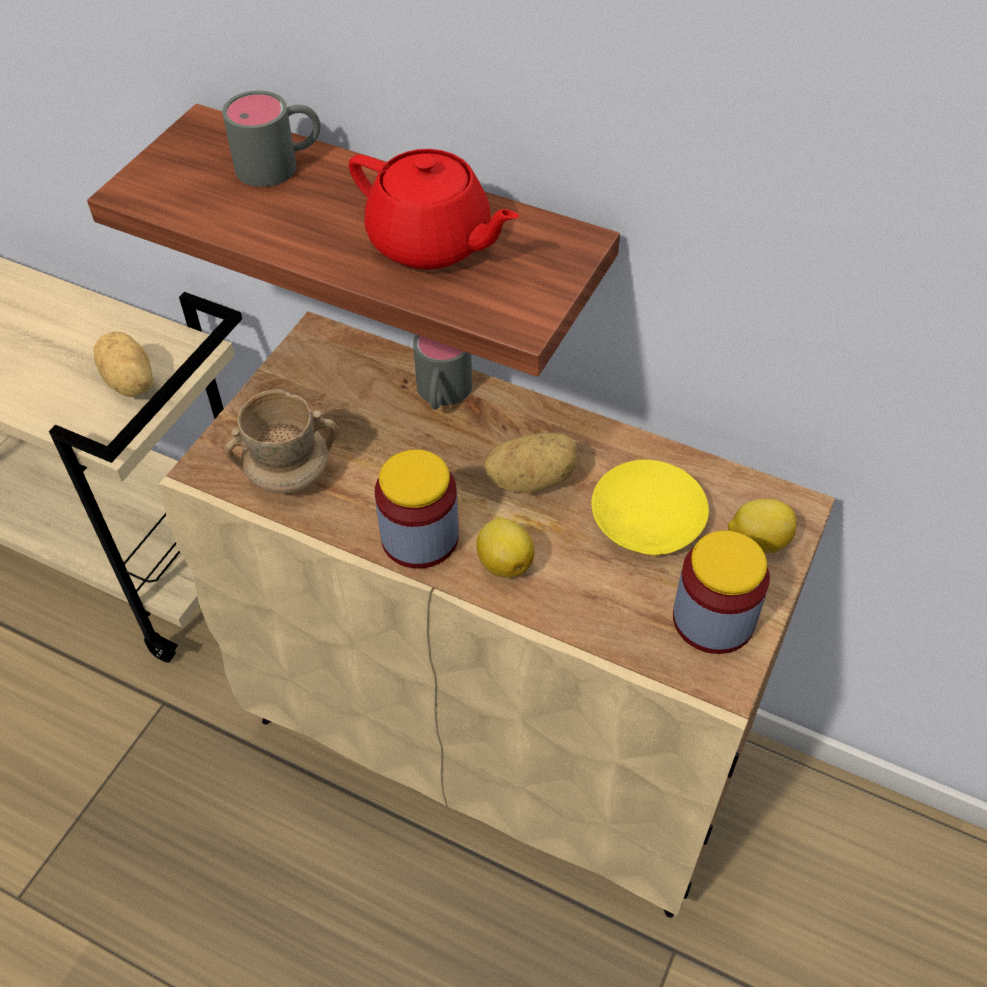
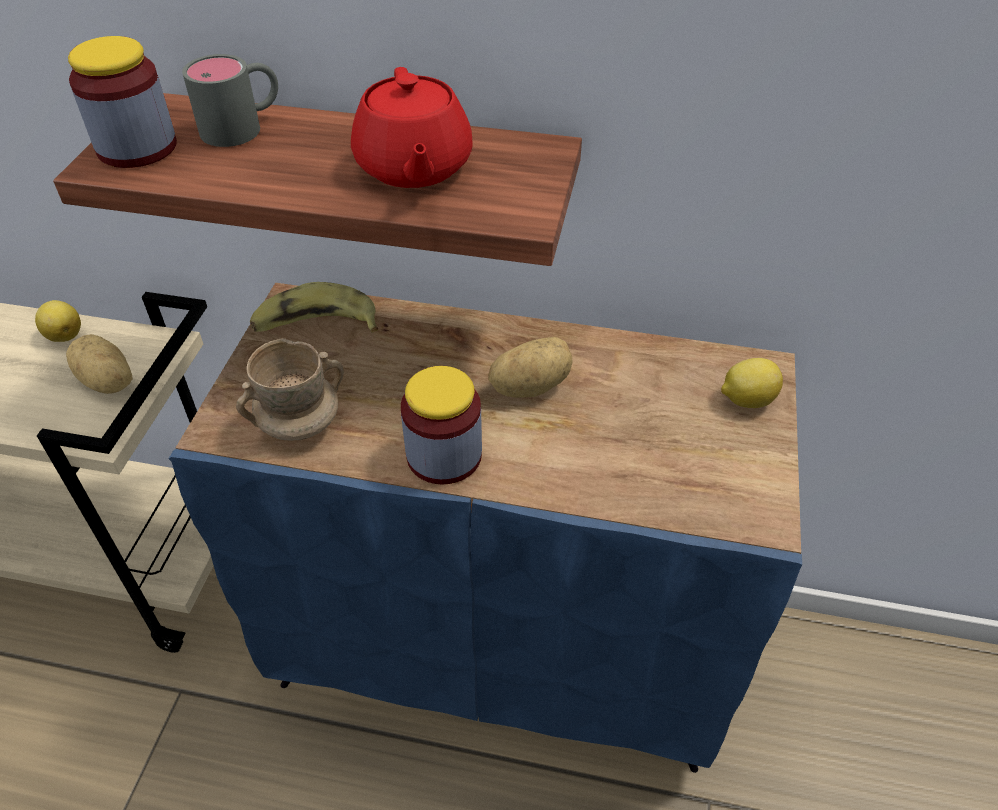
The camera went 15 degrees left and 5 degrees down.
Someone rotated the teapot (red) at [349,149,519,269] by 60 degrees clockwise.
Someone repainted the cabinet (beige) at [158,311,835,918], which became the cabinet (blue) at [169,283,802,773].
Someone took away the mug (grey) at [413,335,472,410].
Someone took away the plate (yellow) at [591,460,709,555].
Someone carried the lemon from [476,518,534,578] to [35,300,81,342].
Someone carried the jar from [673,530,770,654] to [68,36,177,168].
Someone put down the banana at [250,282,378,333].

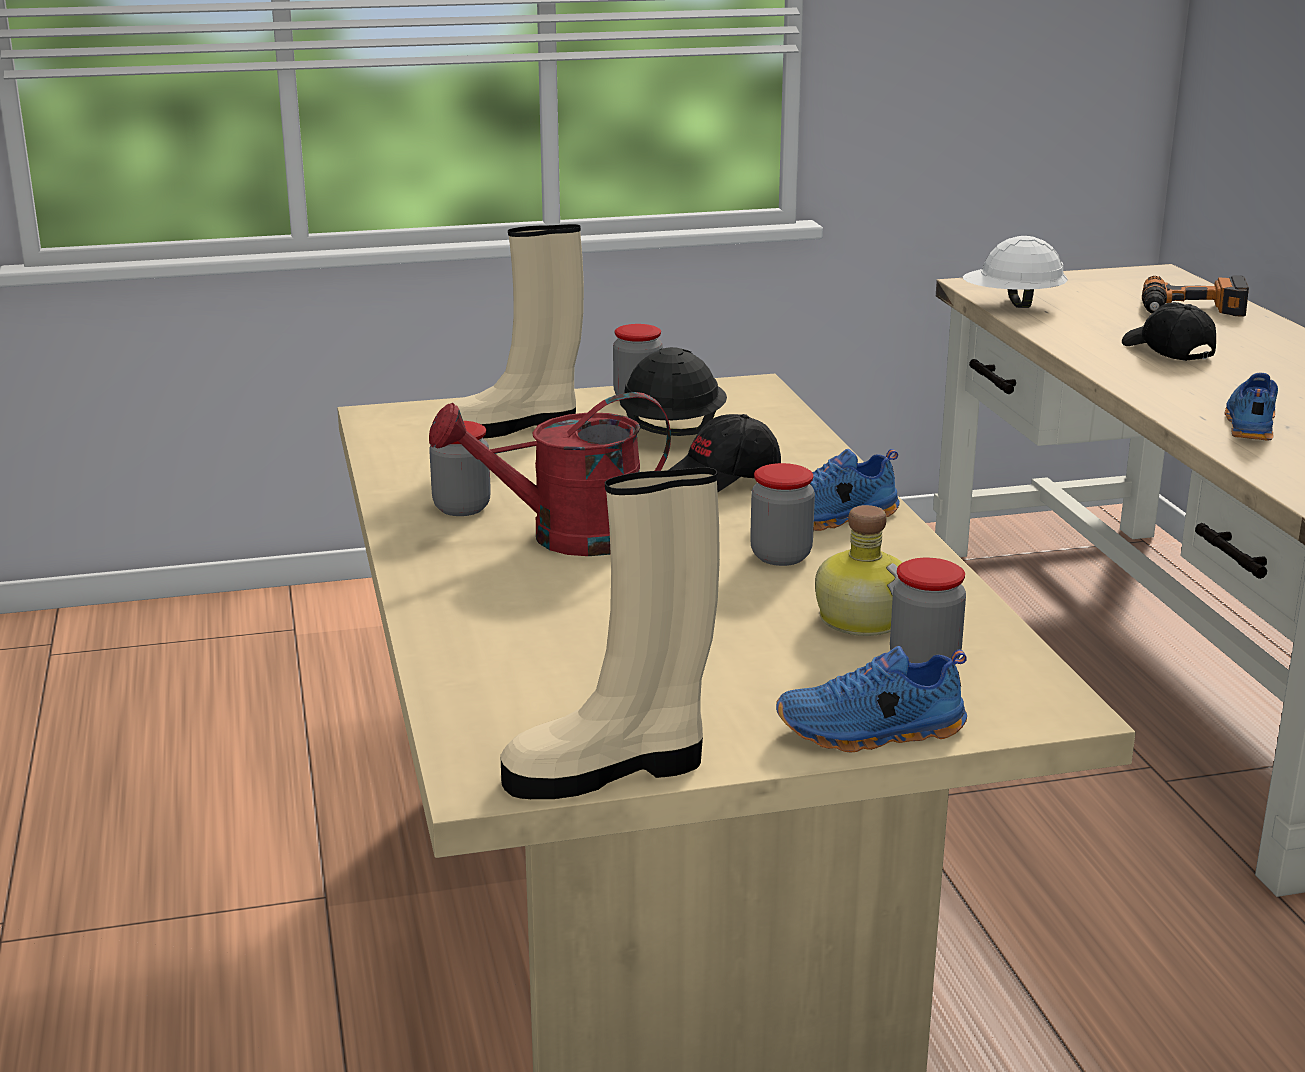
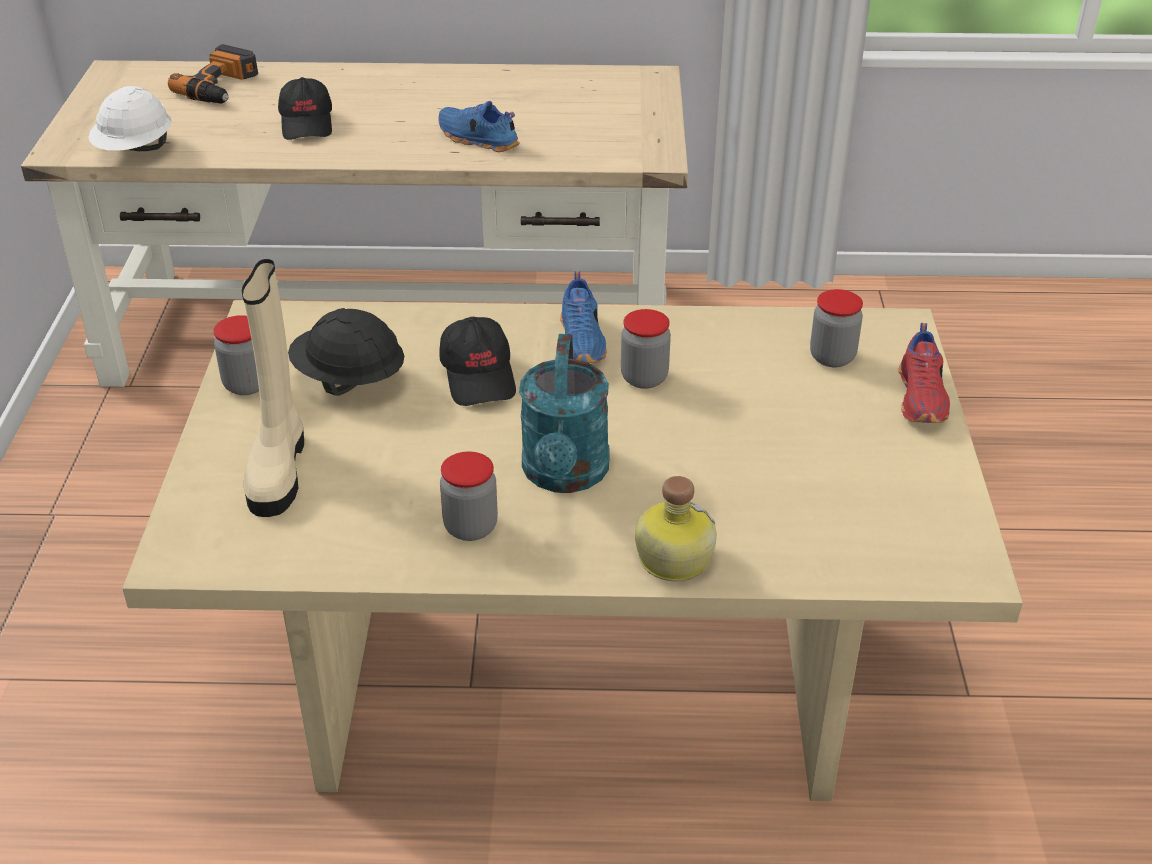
The camera went 75 degrees left and 15 degrees up.
Someone rotated the cap (black) at [1122,302,1216,361] by 90 degrees counterclockwise.
Someone repainted the watering can (red) at [429,392,671,556], which became the watering can (turquoise) at [519,334,609,493].
Someone took away the boot (beige) at [500,467,720,799].
Someone carried the bottle from [815,505,903,636] to [635,476,717,581].
Someone repainted the shoe (blue) at [776,646,967,753], which became the shoe (red) at [899,323,950,423].

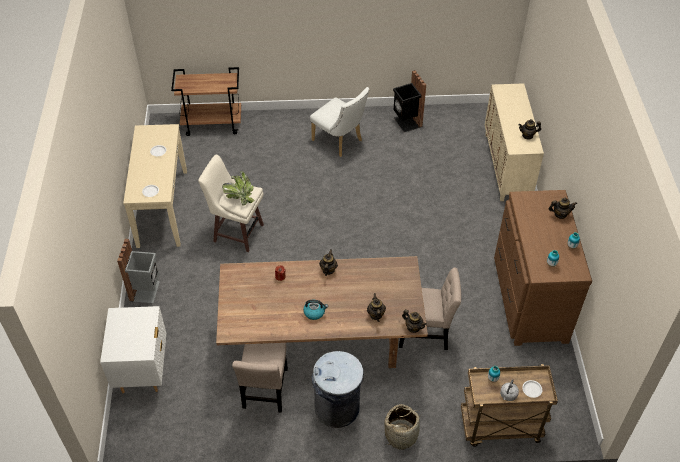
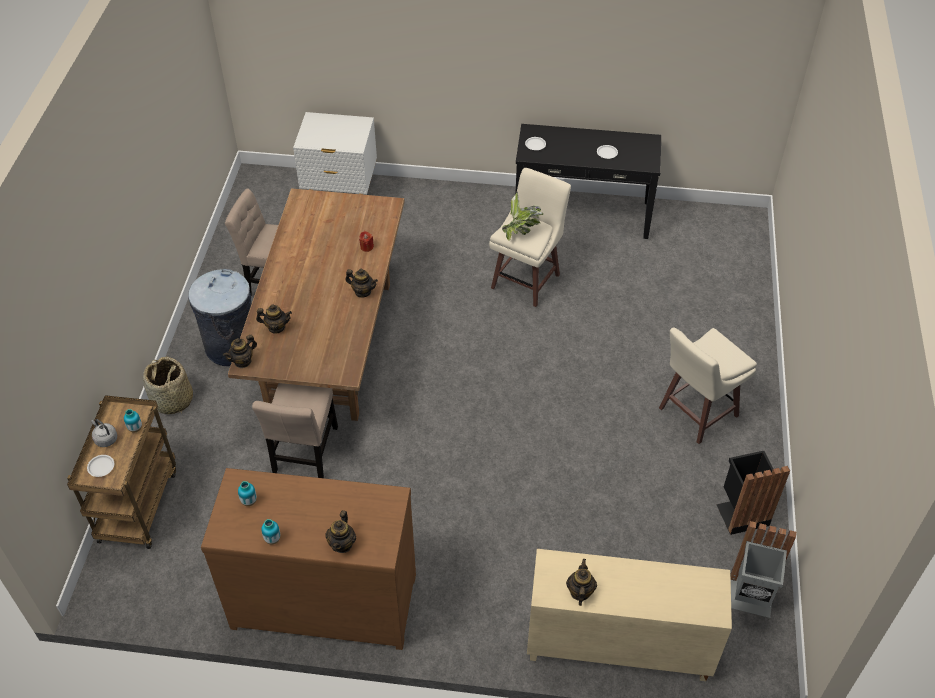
The camera went 100 degrees right and 0 degrees up.
Someone took away the cart (brown) at [171,67,241,136].
Someone swapped the chair (white) at [310,87,370,157] for the stool (beige) at [659,328,757,444].
Someone repainted the console table (beige) at [123,124,187,248], which became the console table (black) at [515,124,661,239].
Someone carried the trash can (grey) from [117,239,160,303] to [730,521,796,618].
Someone took away the kettle at [303,300,328,320].

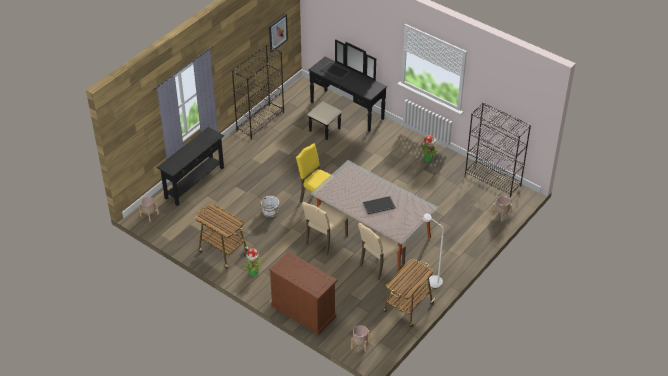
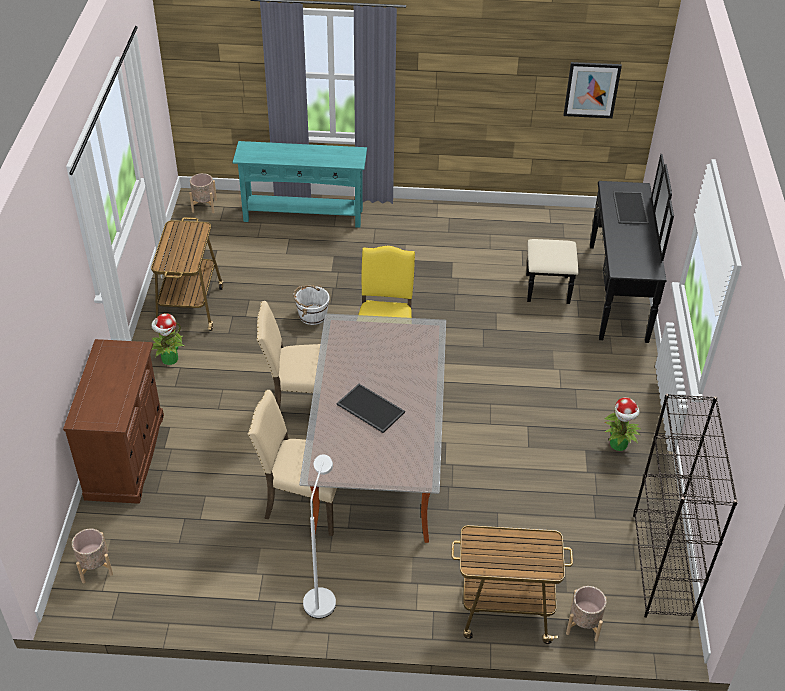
The camera went 55 degrees right and 0 degrees up.
Someone took away the bookcase (black) at [232,44,284,139].
Someone repainted the console table (black) at [157,127,224,206], which became the console table (turquoise) at [232,141,367,228].
Someone carried the cart from [383,259,435,327] to [451,525,573,644].

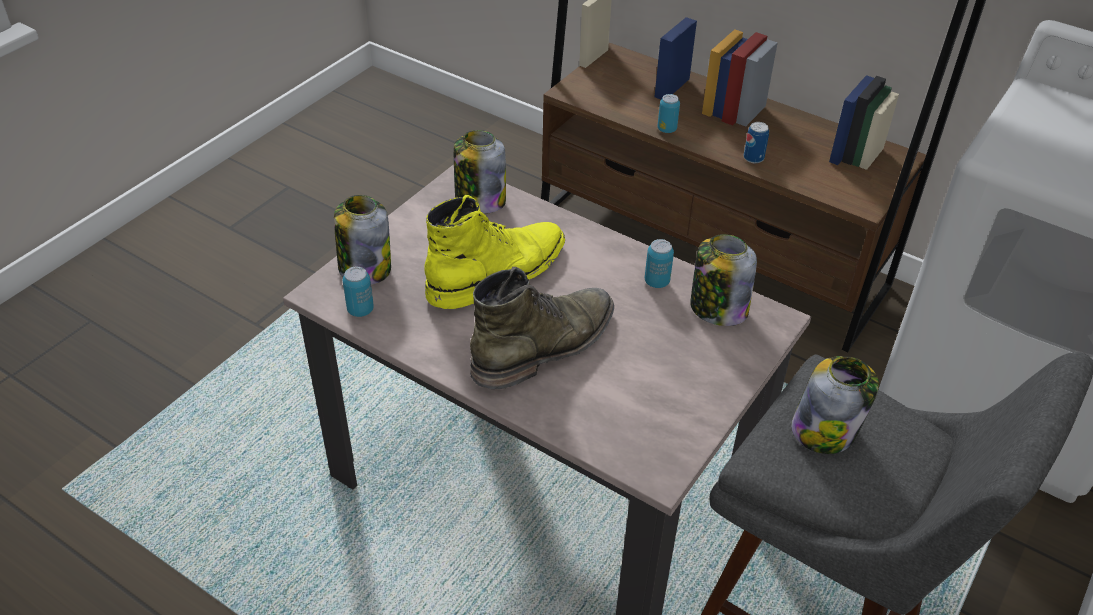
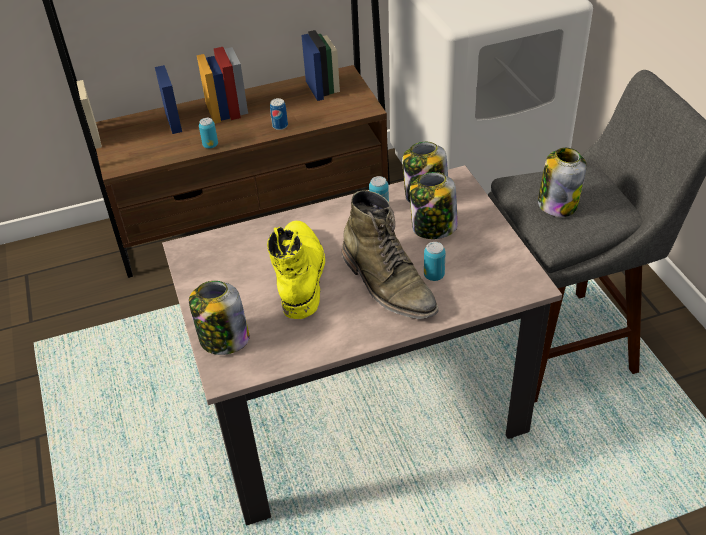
The camera went 50 degrees left and 0 degrees up.
Someone carried the jar from [454,130,506,214] to [410,172,458,239].
Someone carried the can from [343,266,374,317] to [424,242,446,281].
Someone rotated the boot (green) at [470,267,614,389] by 150 degrees clockwise.

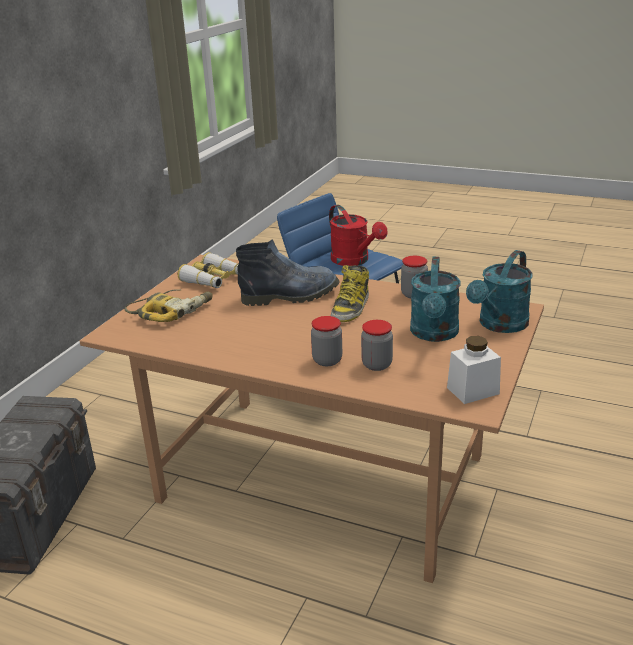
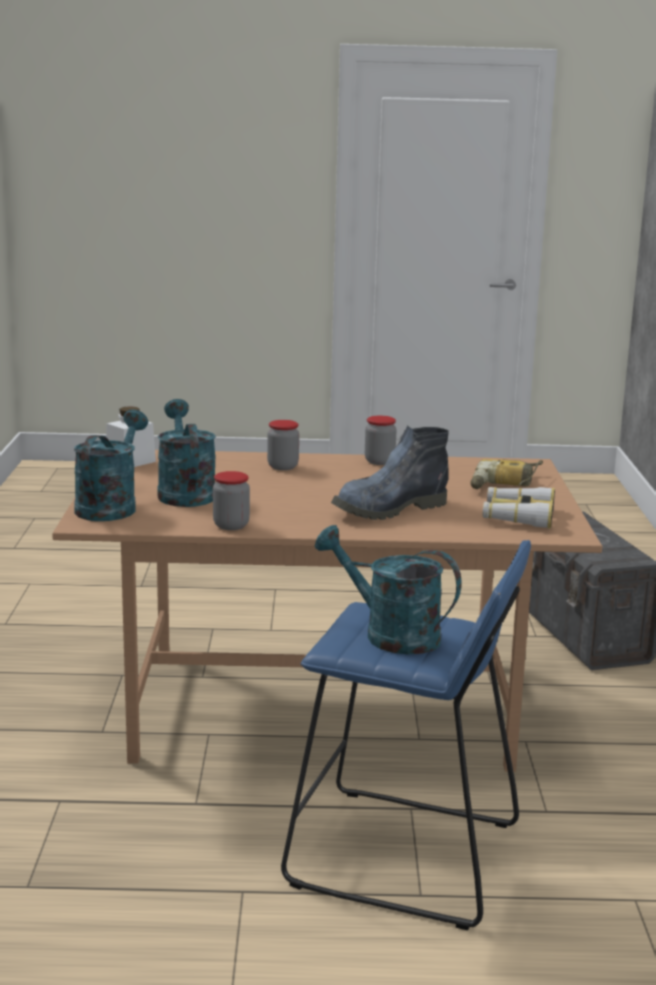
The camera went 155 degrees right and 10 degrees down.
Someone repainted the watering can (red) at [329,205,388,266], which became the watering can (turquoise) at [315,525,462,655].
Someone took away the boot at [331,265,369,322].
Someone carried the jar from [361,320,393,371] to [365,416,397,465].

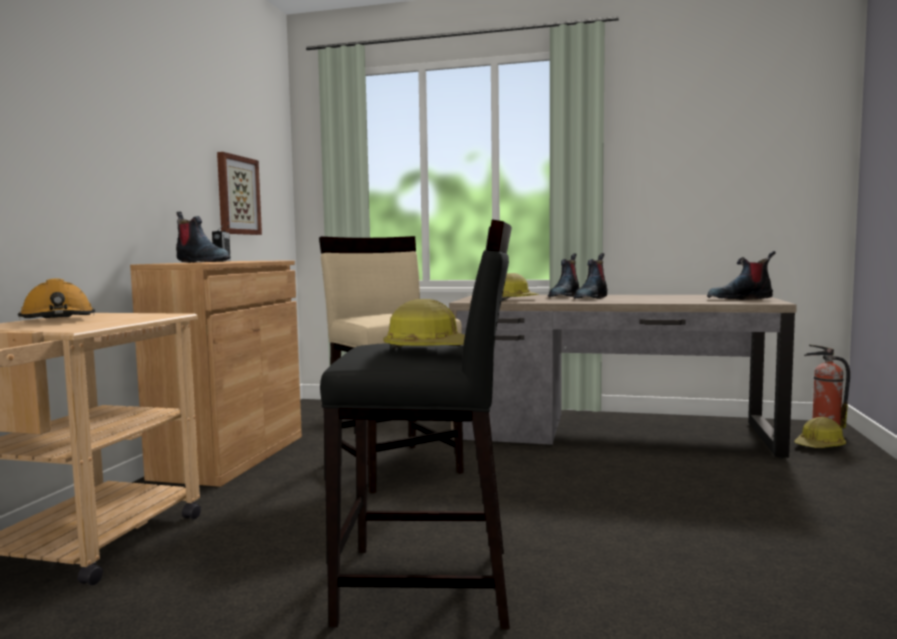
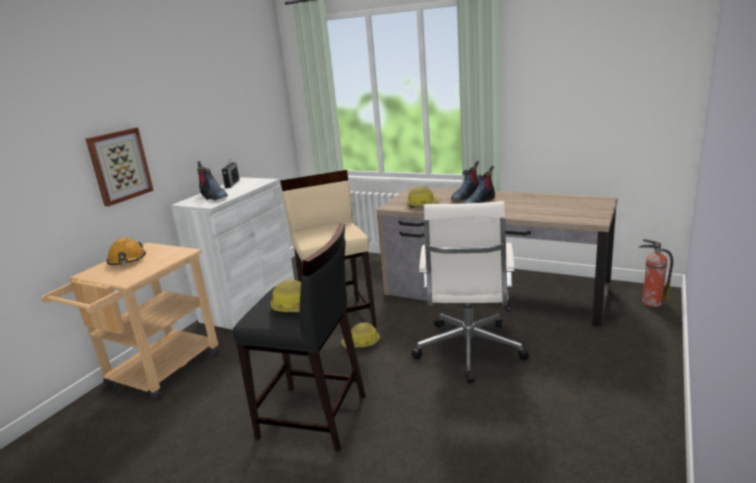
The camera went 15 degrees right and 15 degrees up.
Someone carried the picture from [217,152,262,235] to [86,128,154,207].
Someone took away the boot at [707,251,776,300].
Someone repainted the cabinet (brown) at [130,260,302,487], which became the cabinet (white) at [171,177,294,330].
Someone carried the hard hat from [794,417,846,448] to [341,322,380,348].
Someone put down the office chair (white) at [411,201,529,383].

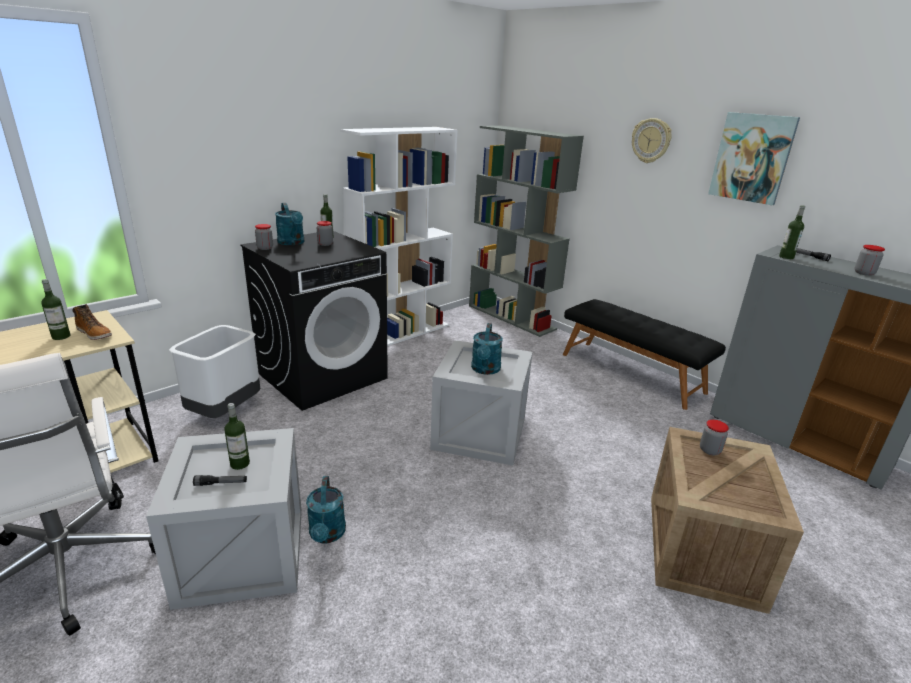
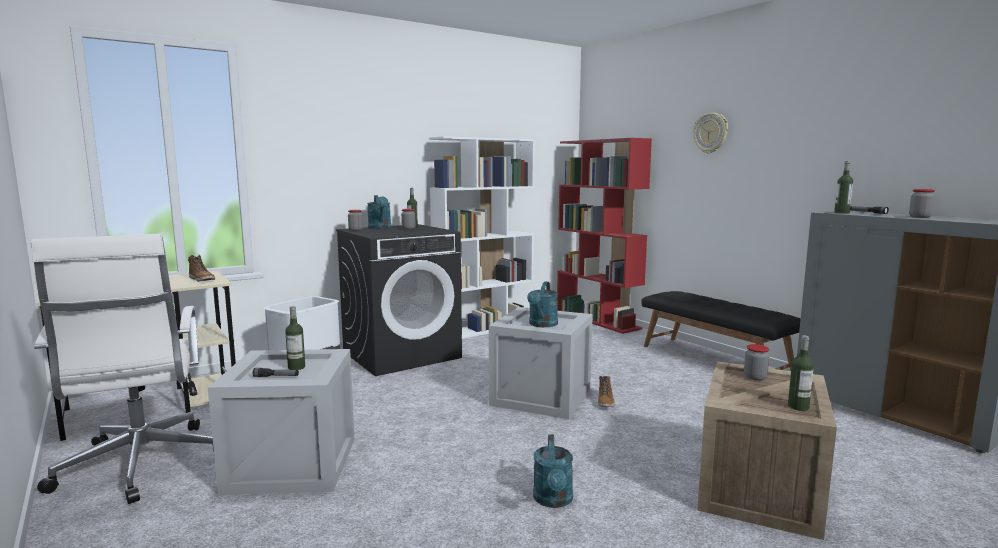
The camera went 10 degrees right and 15 degrees down.
Someone took away the picture at [708,112,800,205].
Someone repainted the bookcase (grey) at [469,125,584,337], which became the bookcase (red) at [557,138,652,334].
Someone carried the bottle from [41,279,70,340] to [788,336,814,411].
Someone carried the watering can (turquoise) from [306,476,346,544] to [533,434,573,508].
Someone put down the boot at [598,376,615,407].

